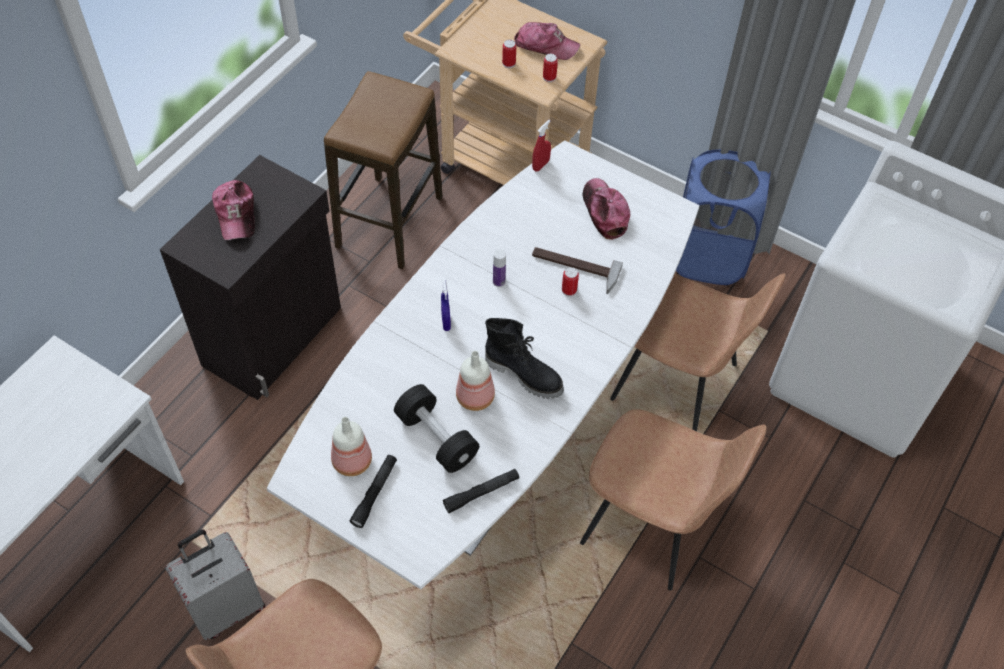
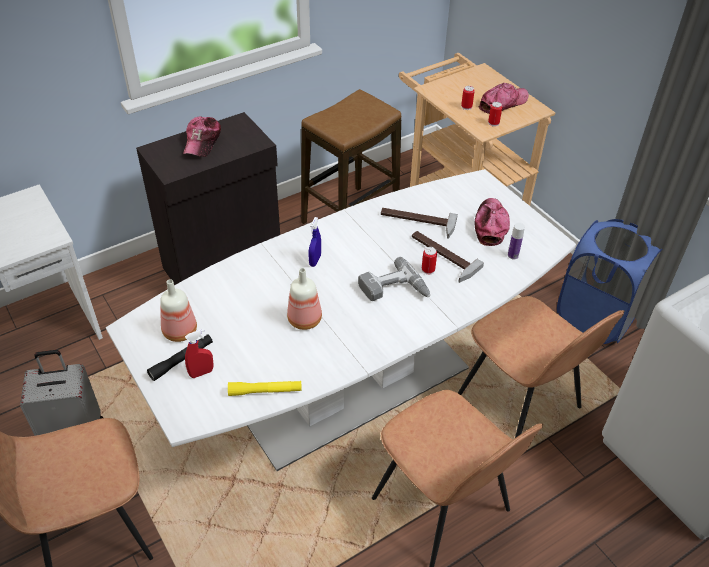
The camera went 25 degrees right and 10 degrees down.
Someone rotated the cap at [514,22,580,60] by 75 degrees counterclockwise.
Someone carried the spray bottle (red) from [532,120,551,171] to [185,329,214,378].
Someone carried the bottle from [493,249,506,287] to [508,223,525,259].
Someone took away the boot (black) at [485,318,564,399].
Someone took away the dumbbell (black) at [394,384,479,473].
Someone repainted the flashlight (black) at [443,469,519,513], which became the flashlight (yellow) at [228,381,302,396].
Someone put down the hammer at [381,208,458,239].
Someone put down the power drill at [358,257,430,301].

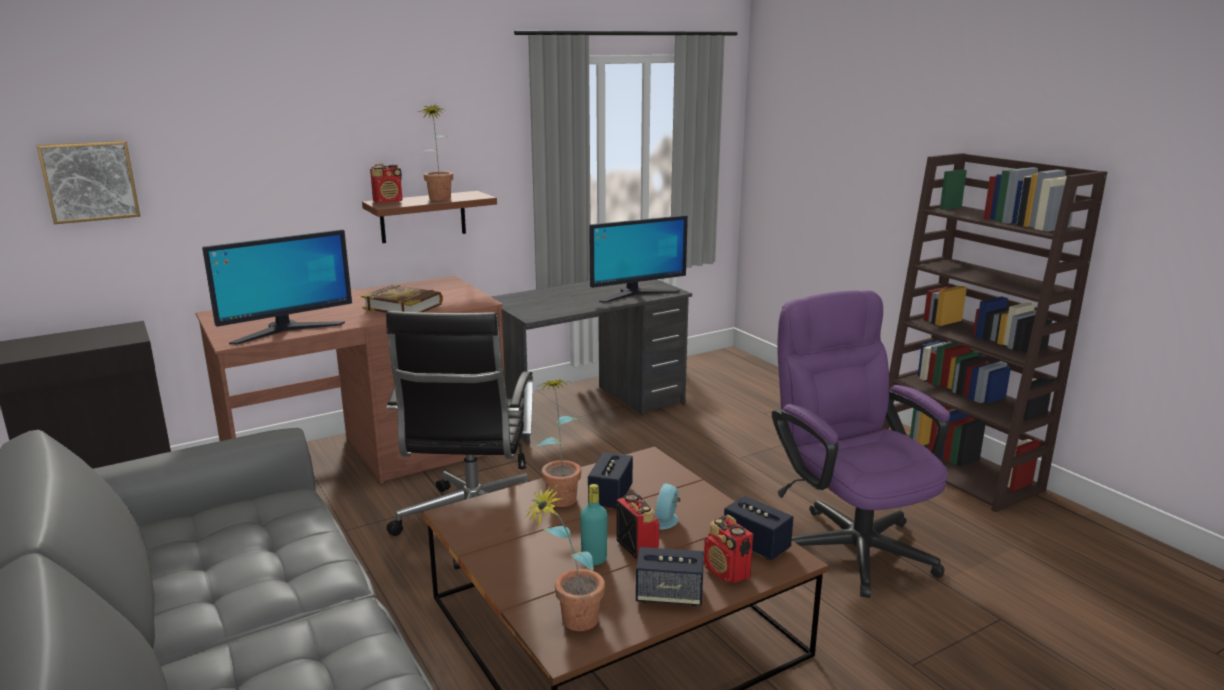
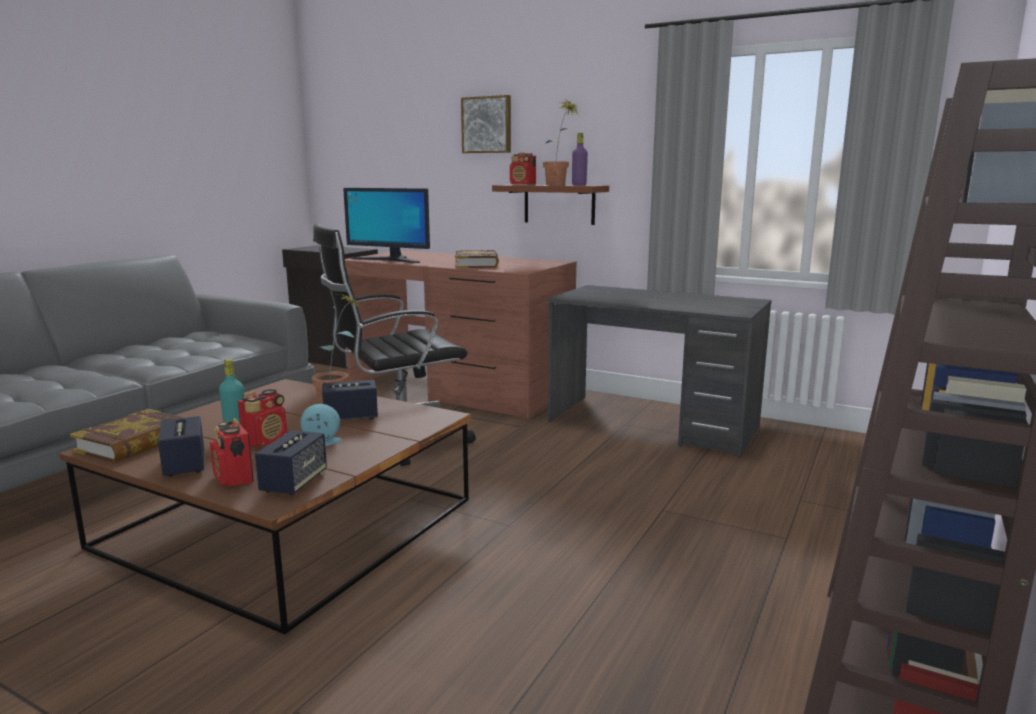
The camera went 60 degrees right and 5 degrees down.
Someone carried the picture from [37,140,140,224] to [461,95,511,153].
Someone took away the monitor at [589,215,688,303].
Someone took away the office chair (purple) at [772,290,950,598].
Someone swapped the potted plant at [526,485,605,631] for the book at [70,409,185,463].
Someone rotated the radio at [704,515,753,584] by 60 degrees counterclockwise.
Someone put down the bottle (purple) at [572,133,588,186].

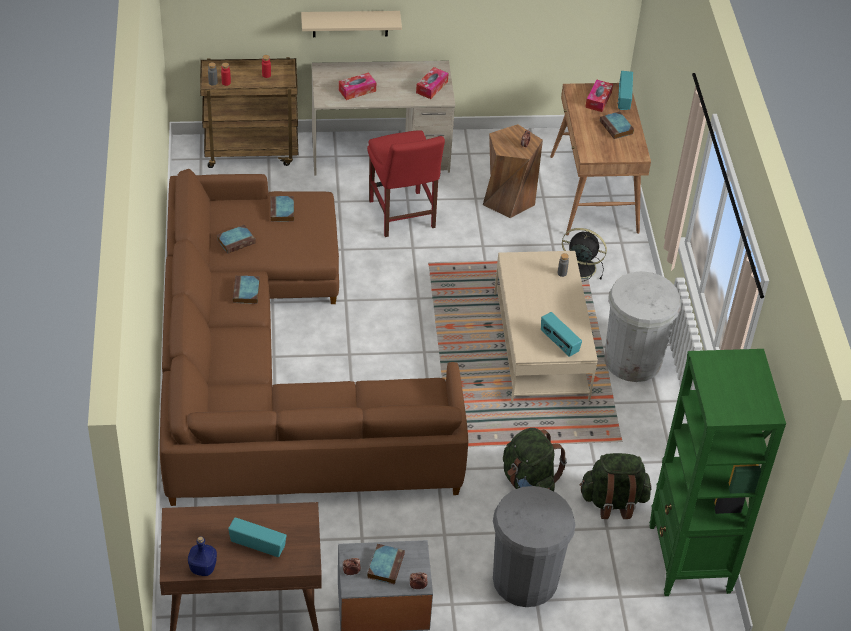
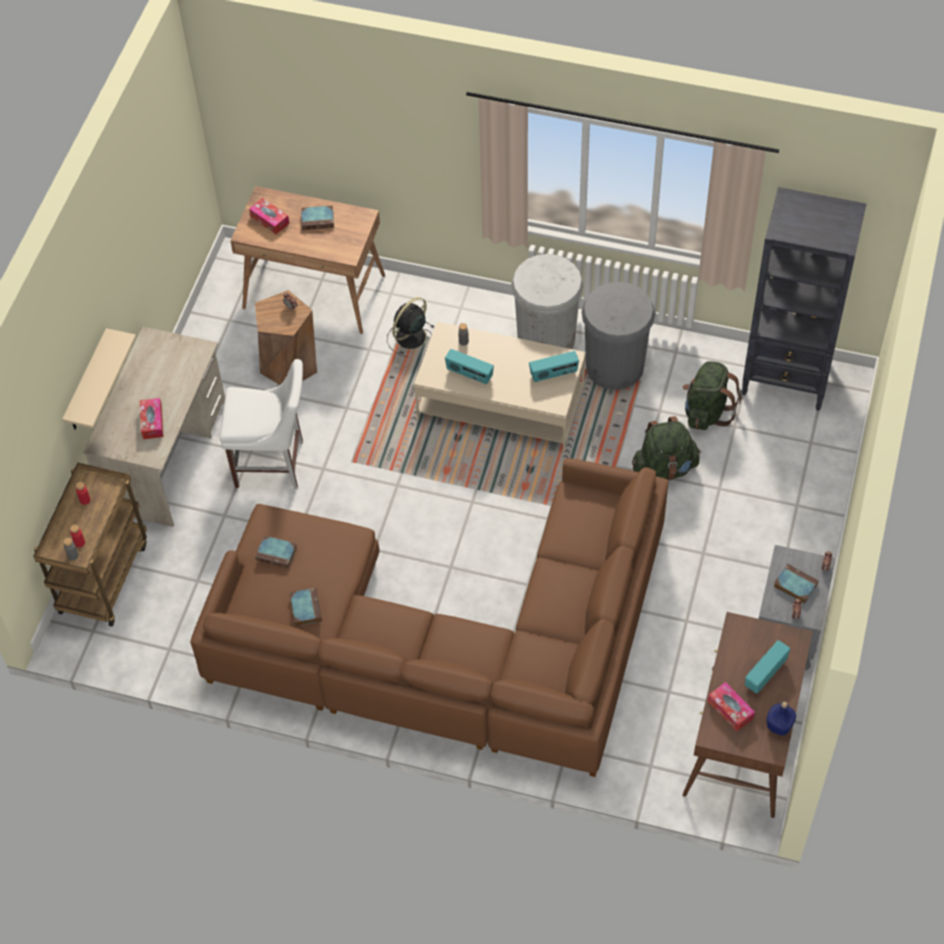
The camera went 65 degrees left and 10 degrees up.
Someone carried the tissue box from [416,67,449,99] to [708,682,755,731].
Someone carried the radio from [617,71,633,110] to [445,349,494,384].
Someone repainted the chair (red) at [367,130,445,237], which became the chair (white) at [220,359,303,489].
Someone took away the book at [233,276,260,304].
Someone repainted the bookcase (green) at [649,349,786,596], which became the bookcase (black) at [742,187,866,411].
Someone carried the trash can (grey) from [493,486,576,607] to [581,282,655,390].

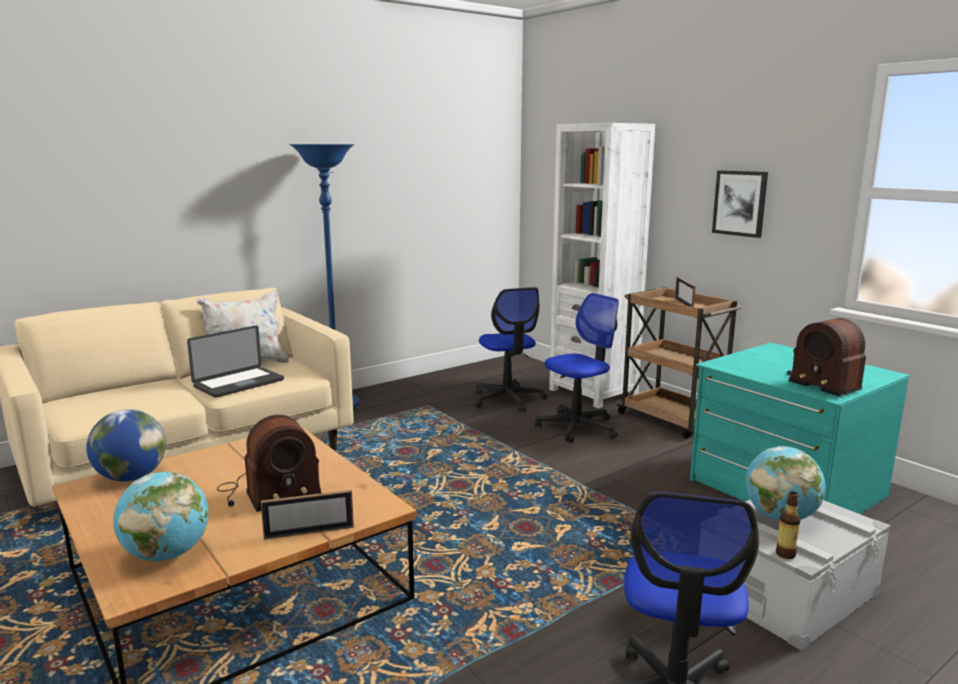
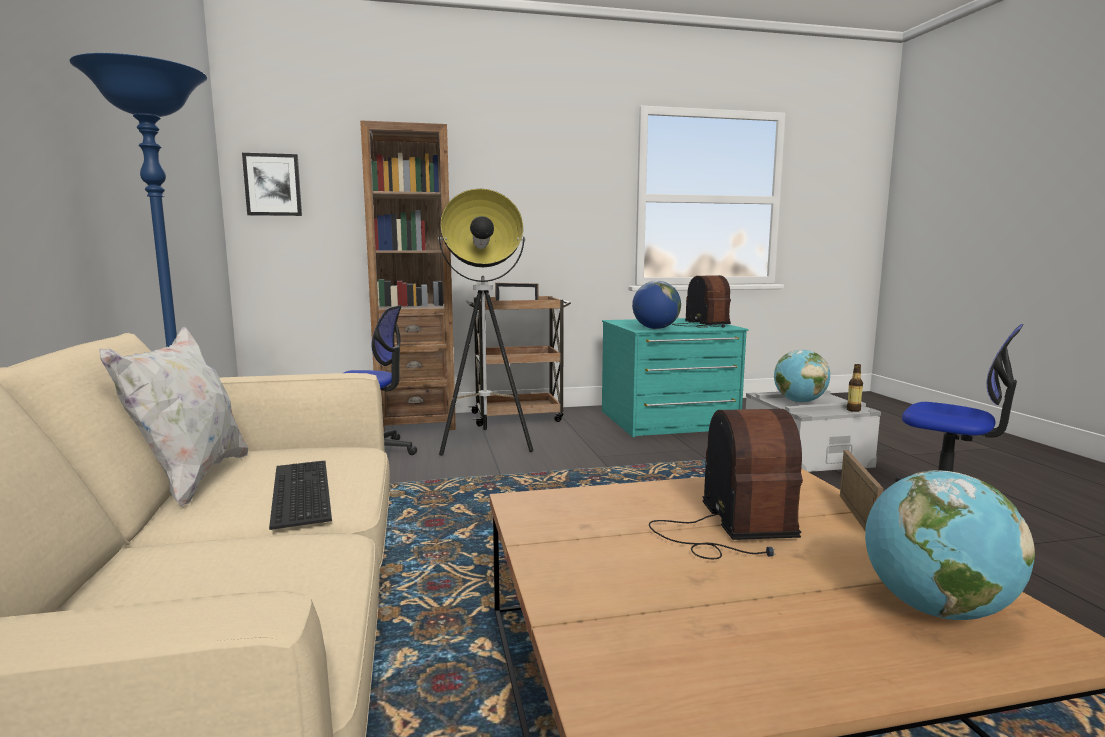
The camera went 65 degrees left and 5 degrees down.
Someone repainted the bookcase (white) at [549,123,655,408], which became the bookcase (brown) at [360,120,456,432].
Someone carried the picture from [712,170,768,238] to [242,153,302,216].
Someone swapped the office chair at [535,293,619,443] for the floor lamp at [438,189,533,456].
Someone rotated the radio at [787,318,866,396] by 105 degrees counterclockwise.
Someone swapped the laptop at [187,325,284,398] for the keyboard at [269,461,332,530].
Someone carried the globe from [86,409,166,482] to [632,281,681,329].

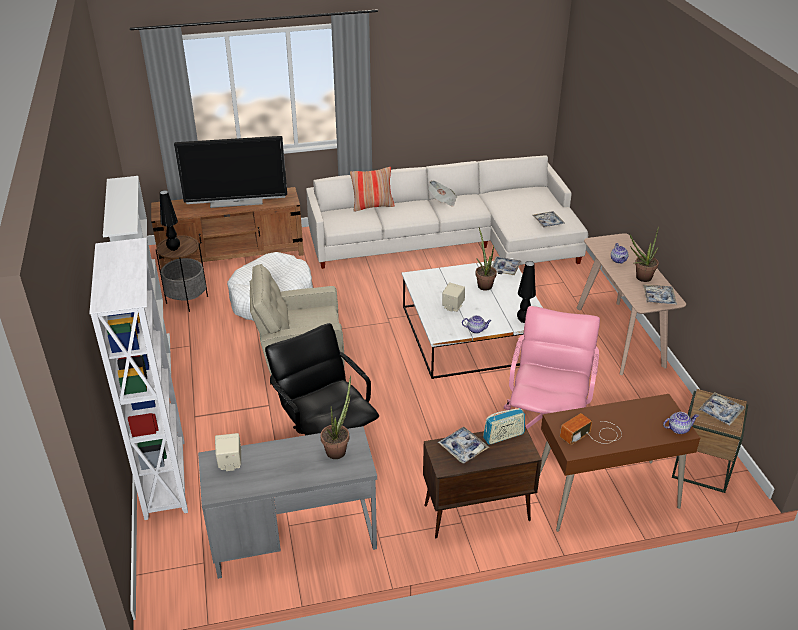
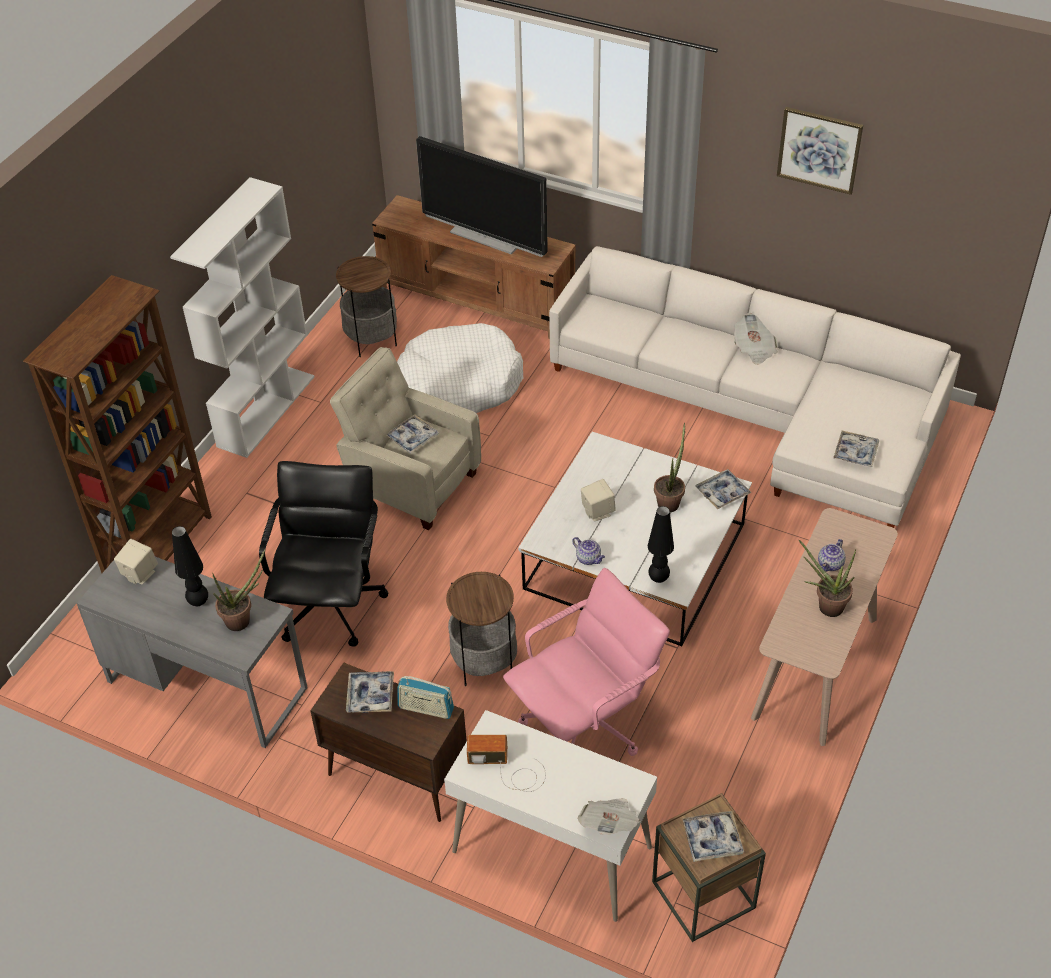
The camera went 40 degrees right and 10 degrees up.
Someone took away the pillow at [350,167,395,212].
Someone carried the table lamp (black) from [160,190,180,251] to [172,526,208,606].
Someone repainted the bookcase (white) at [89,238,188,520], which became the bookcase (brown) at [23,275,212,573].
Someone carried the tray from [643,284,677,304] to [386,414,439,454].
Someone repainted the desk (brown) at [540,394,700,532], which became the desk (white) at [444,710,657,922].
Someone swapped the teapot at [663,412,699,434] for the newspaper at [577,798,640,835].
Someone put up the picture at [777,107,863,195].
Someone put down the side table at [446,572,517,686].

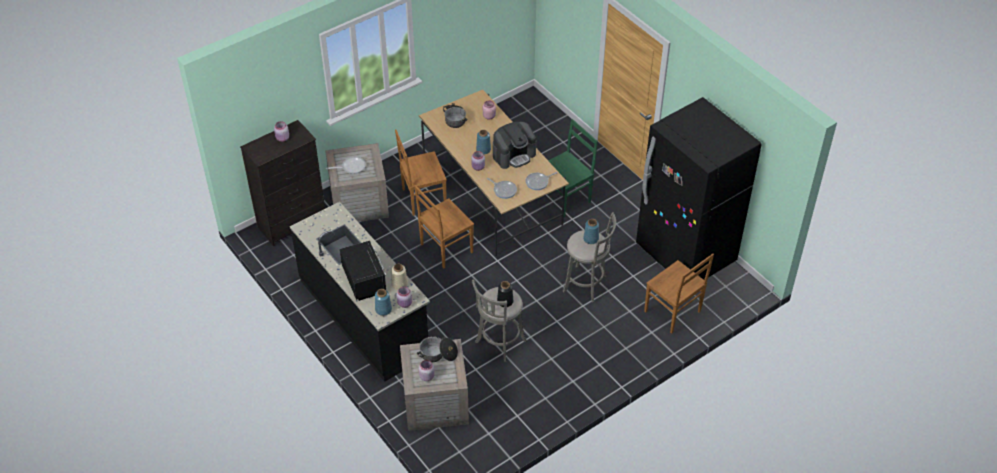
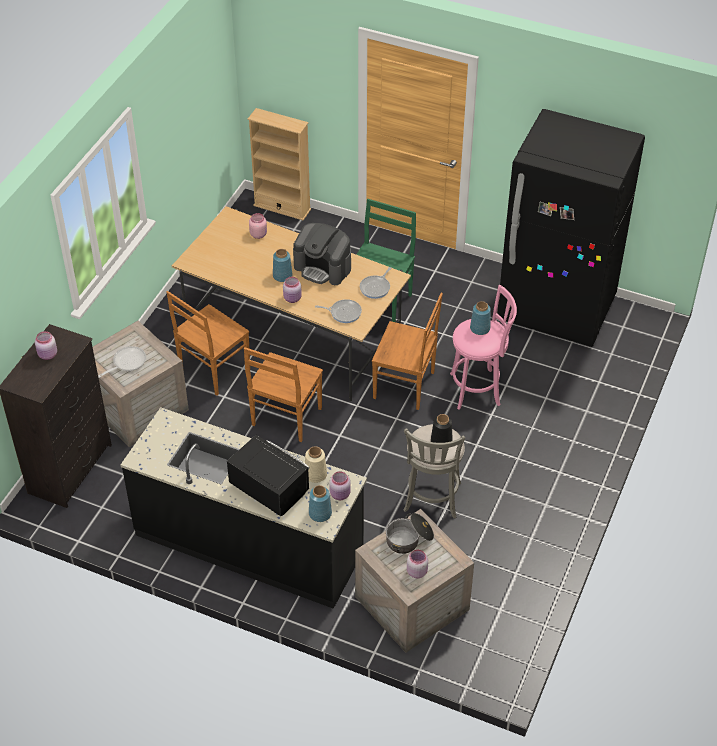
The camera went 30 degrees left and 0 degrees up.
Someone took away the cooking pot at [443,103,468,128].
Someone rotated the coffee machine at [493,122,536,169] by 90 degrees clockwise.
Someone repainted the stool (grey) at [562,212,616,302], which became the stool (pink) at [450,285,517,409].
Someone carried the chair (brown) from [644,254,714,334] to [372,293,443,410].
Someone put down the bookcase (beige) at [247,108,311,220].

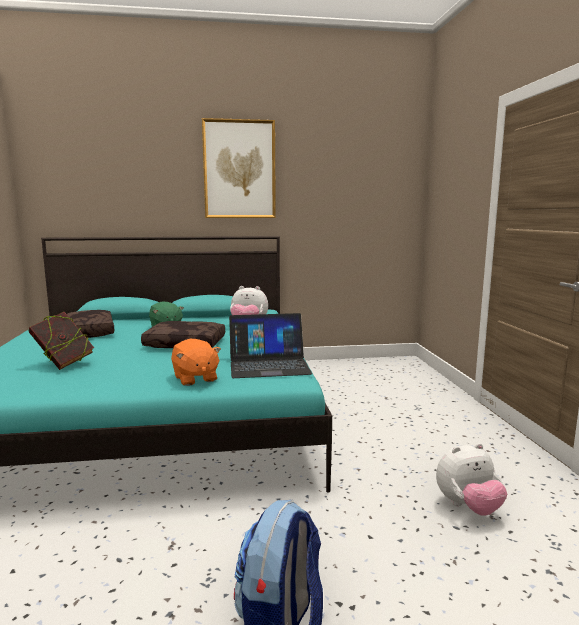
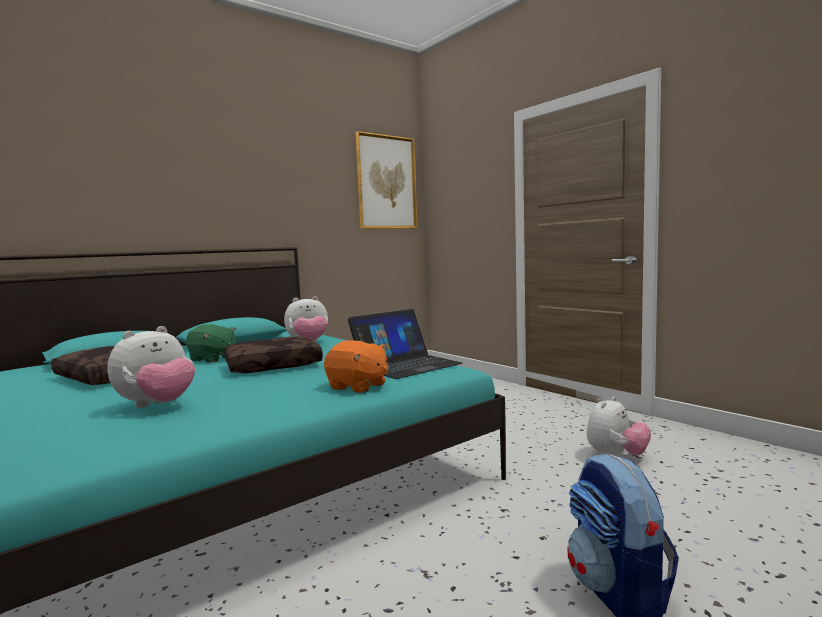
The camera went 30 degrees left and 5 degrees down.
Someone carried the picture from [202,118,276,218] to [356,131,418,229].
Someone swapped the book at [29,312,94,370] for the plush toy at [107,326,195,408].

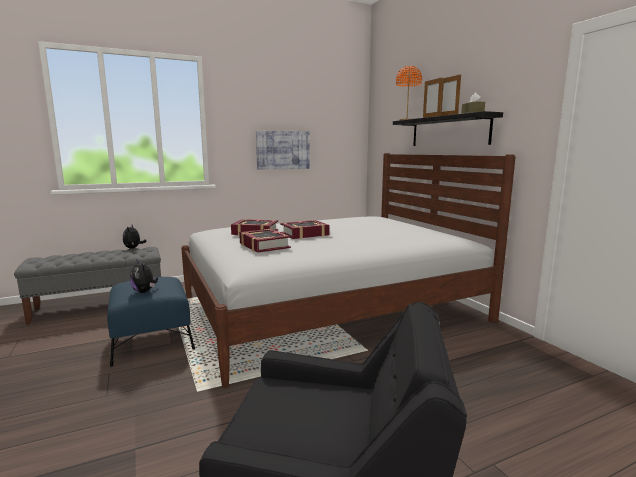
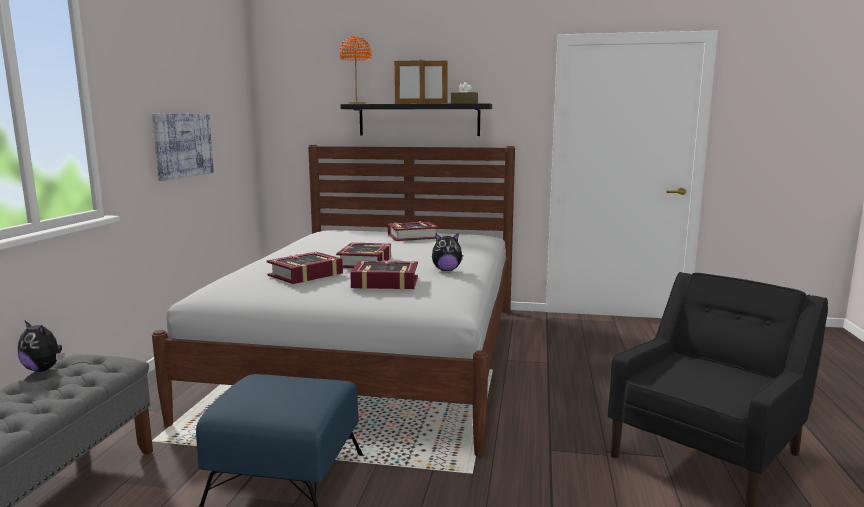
The camera went 55 degrees left and 0 degrees up.
Someone carried the plush toy from [130,259,158,293] to [432,233,463,271].
Someone put down the book at [388,221,439,241].

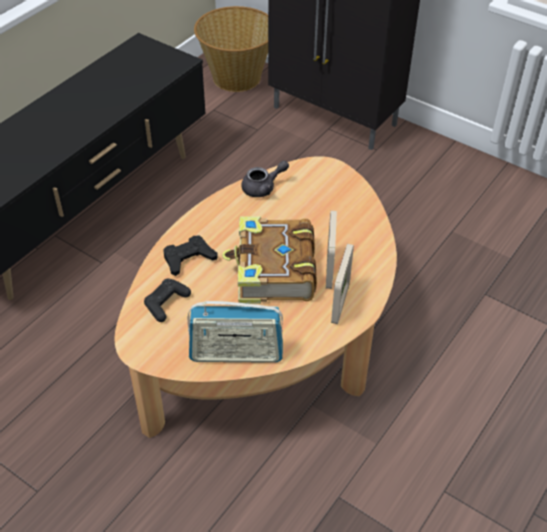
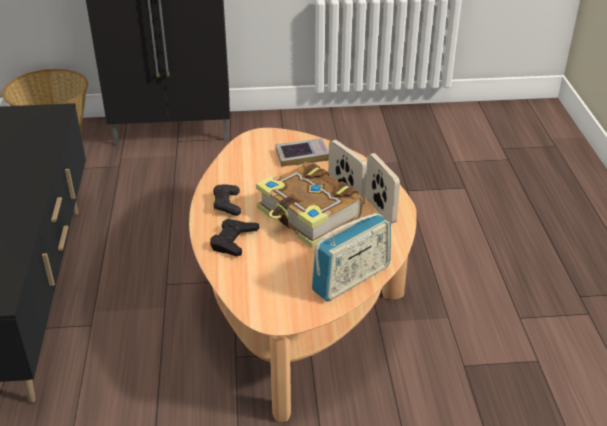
The camera went 40 degrees left and 10 degrees down.
Someone took away the teapot (grey) at [241,160,289,197].
Someone carried the game controller (black) from [144,278,191,322] to [213,184,241,216].
Someone put down the book at [276,138,329,167].

